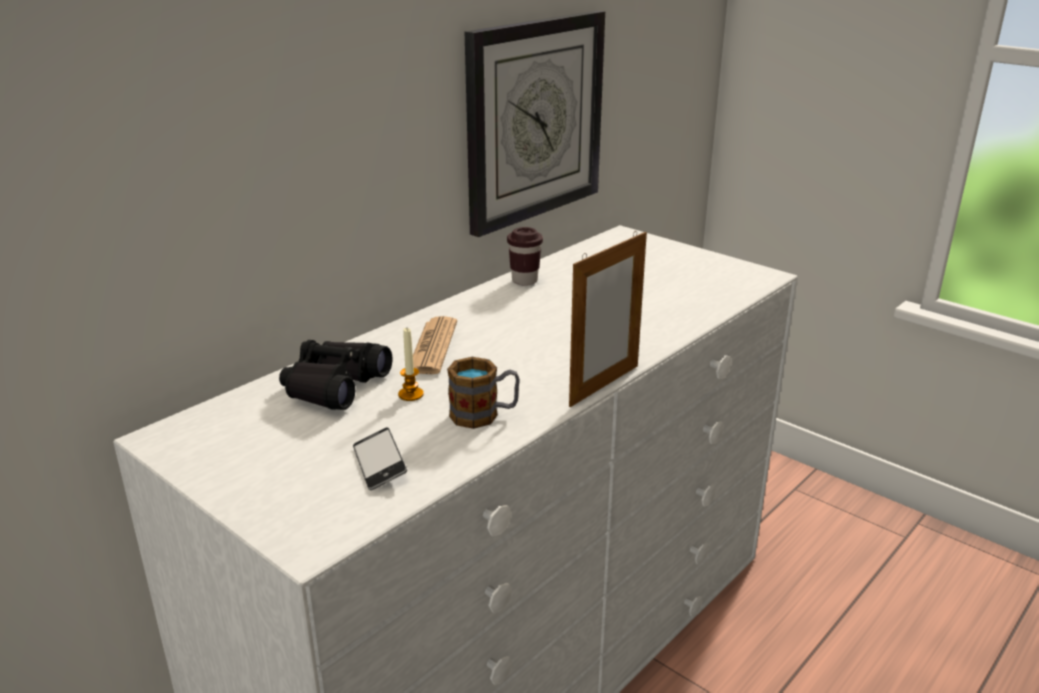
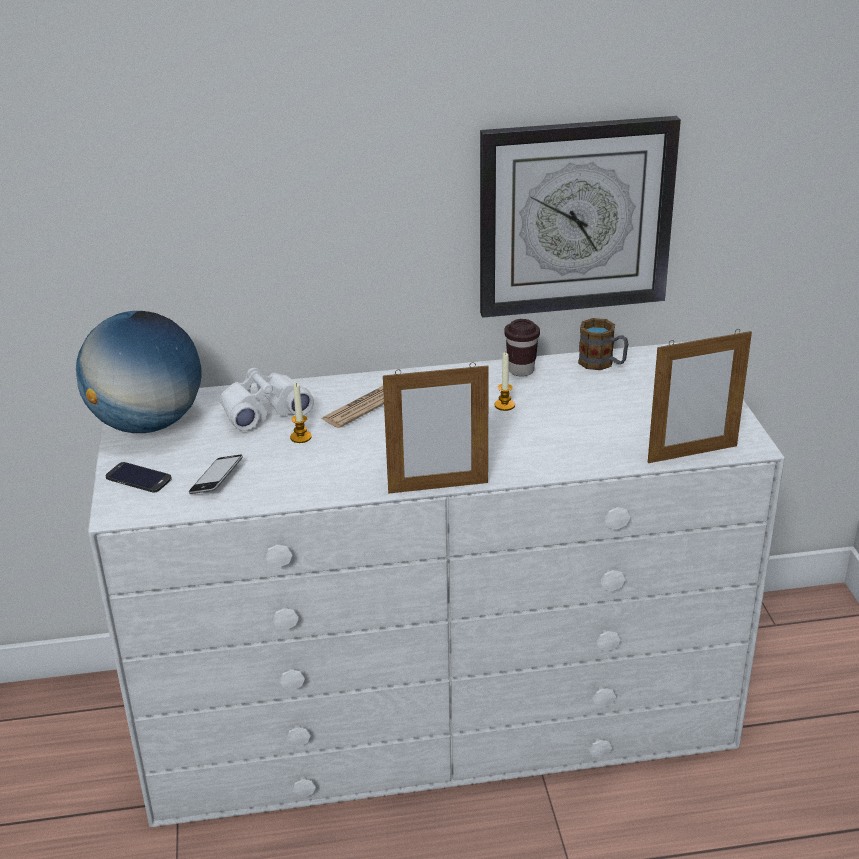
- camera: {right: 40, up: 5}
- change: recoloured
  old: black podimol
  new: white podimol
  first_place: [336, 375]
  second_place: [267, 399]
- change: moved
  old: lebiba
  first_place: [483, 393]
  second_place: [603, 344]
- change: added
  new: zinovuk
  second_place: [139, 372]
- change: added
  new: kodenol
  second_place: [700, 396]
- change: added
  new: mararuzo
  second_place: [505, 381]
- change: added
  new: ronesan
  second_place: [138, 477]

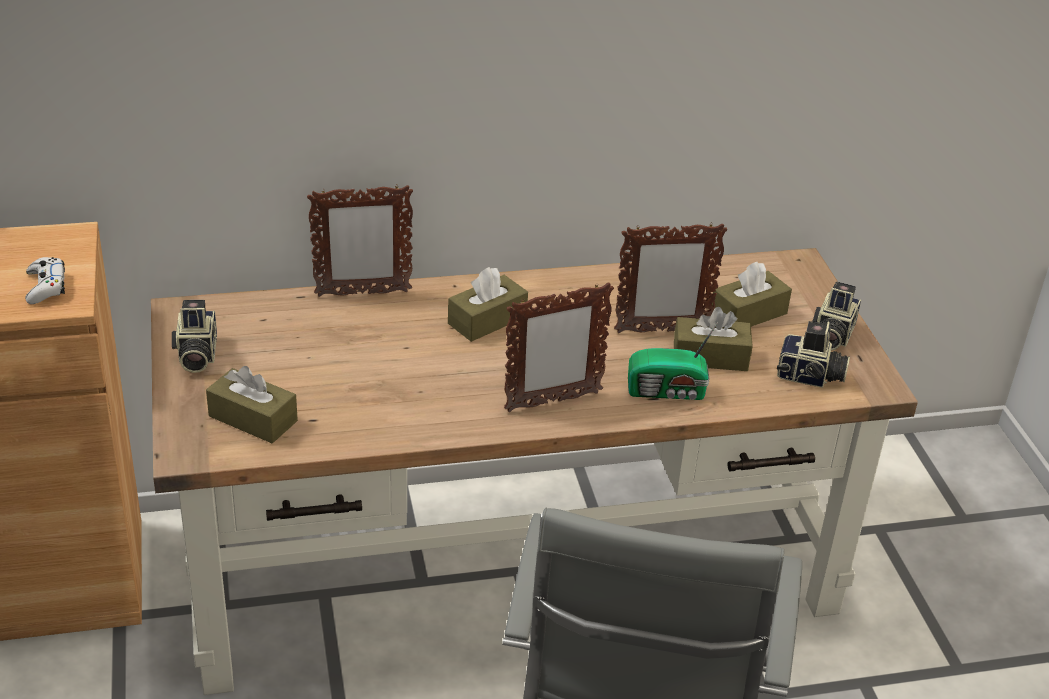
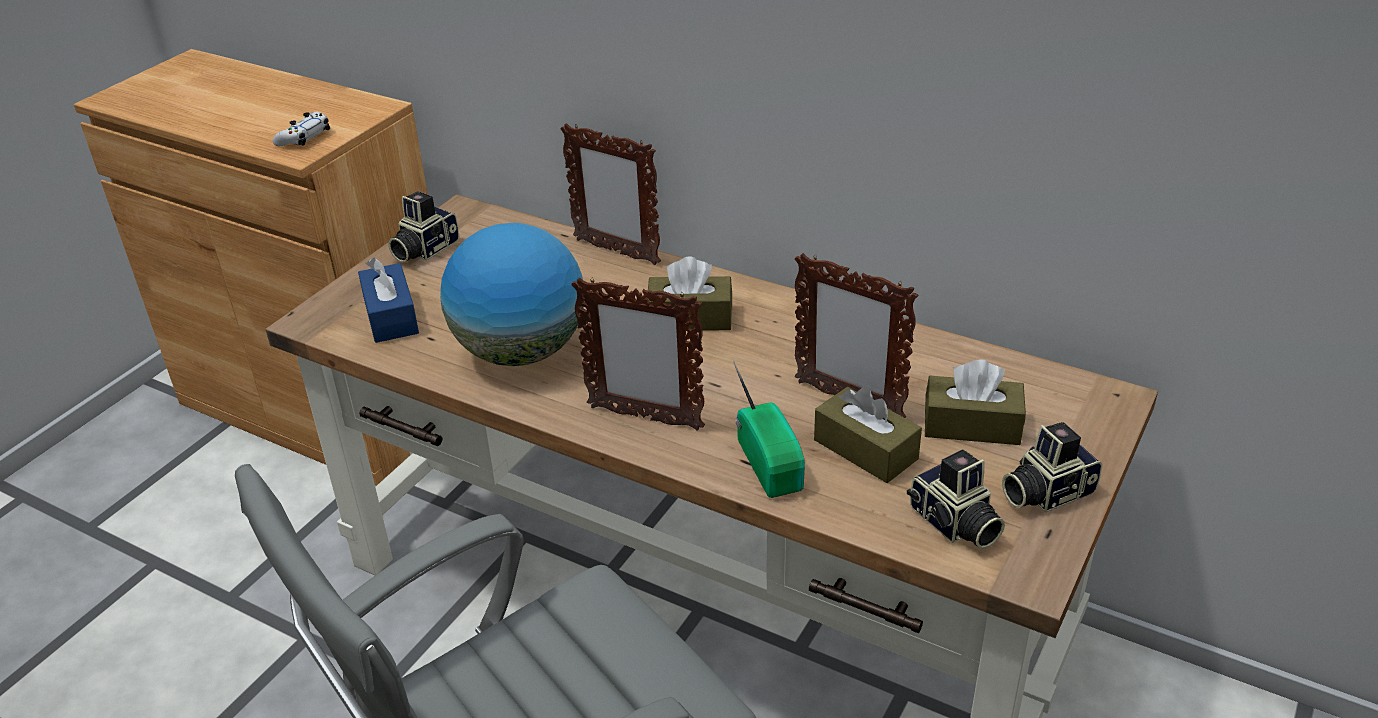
- camera: {right: 45, up: 0}
- change: turned
  old: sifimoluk
  first_place: [673, 361]
  second_place: [769, 429]
  degrees: -150
- change: recoloured
  old: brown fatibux
  new: blue fatibux
  first_place: [252, 404]
  second_place: [388, 300]
- change: added
  new: zinovuk
  second_place: [512, 294]

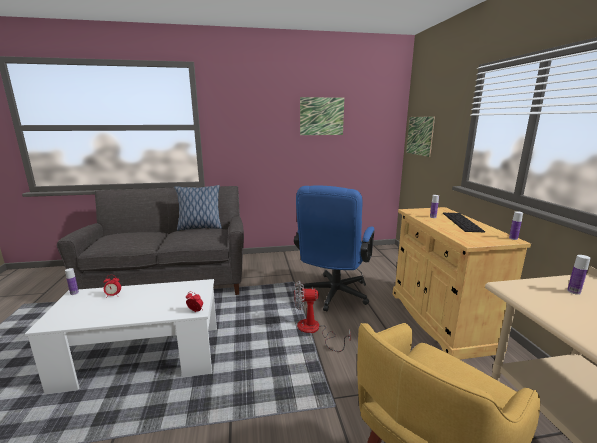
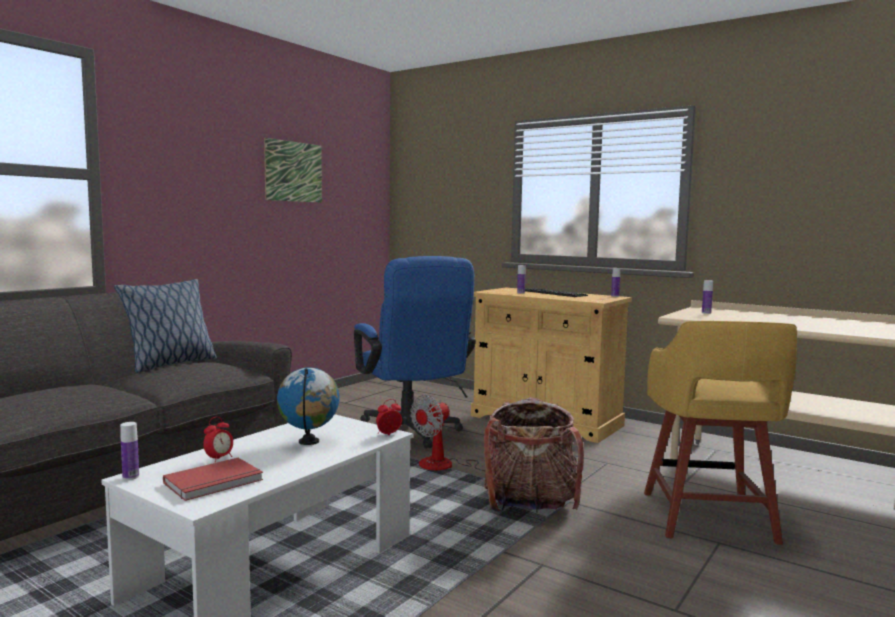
- camera: {right: -45, up: -10}
- change: removed
  old: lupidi
  first_place: [420, 136]
- change: added
  new: zinovuk
  second_place: [308, 406]
- change: added
  new: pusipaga
  second_place: [534, 454]
- change: added
  new: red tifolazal
  second_place: [213, 479]

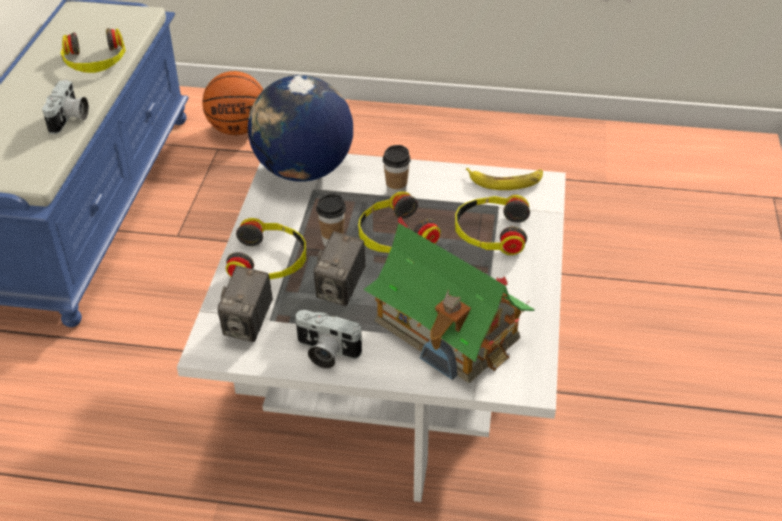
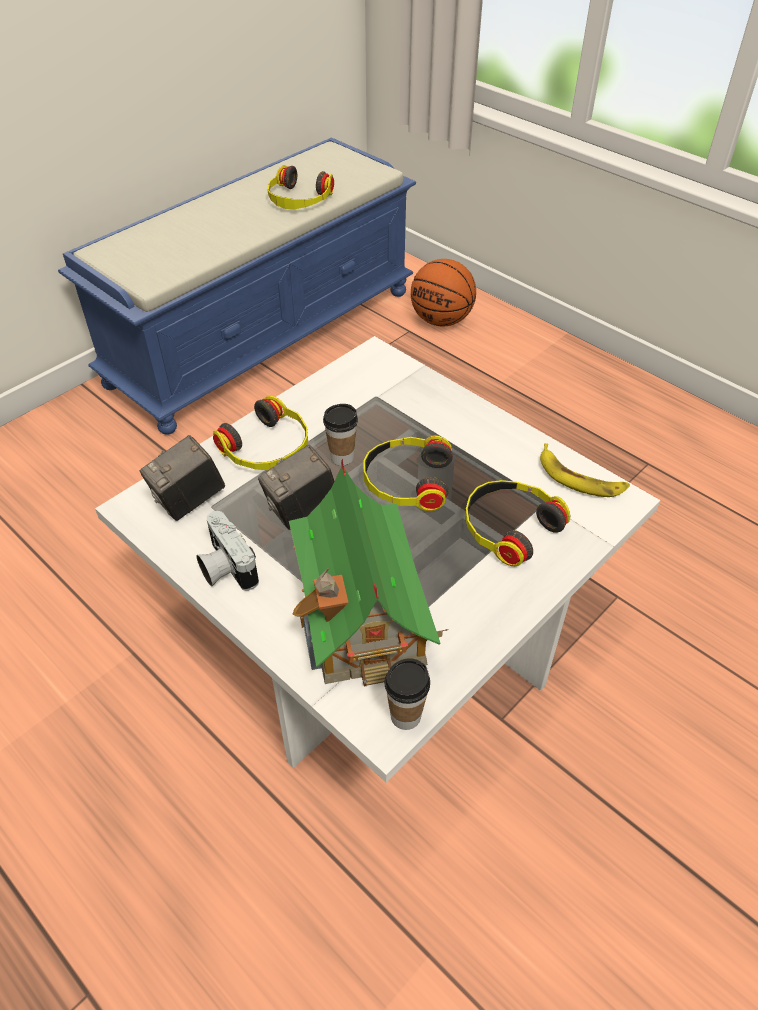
- camera: {right: 35, up: 5}
- change: removed
  old: zinovuk
  first_place: [300, 128]
- change: removed
  old: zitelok
  first_place: [65, 107]
- change: moved
  old: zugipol
  first_place: [397, 171]
  second_place: [407, 694]

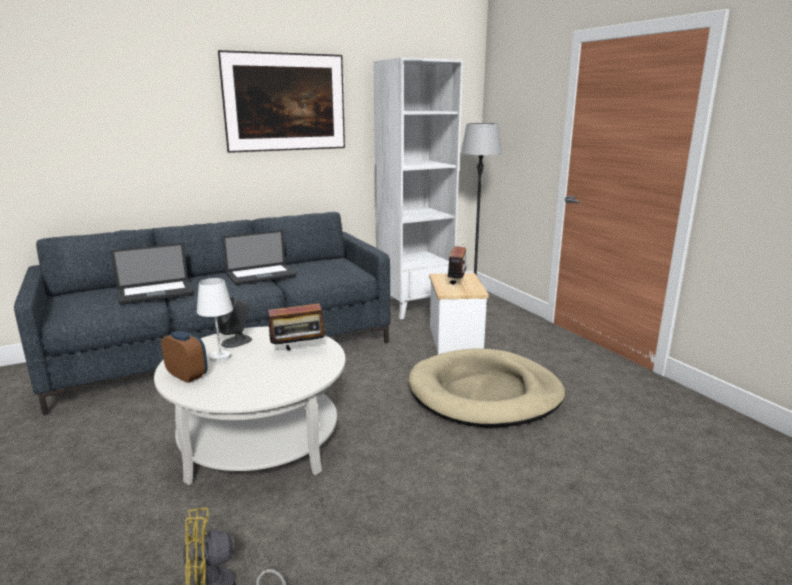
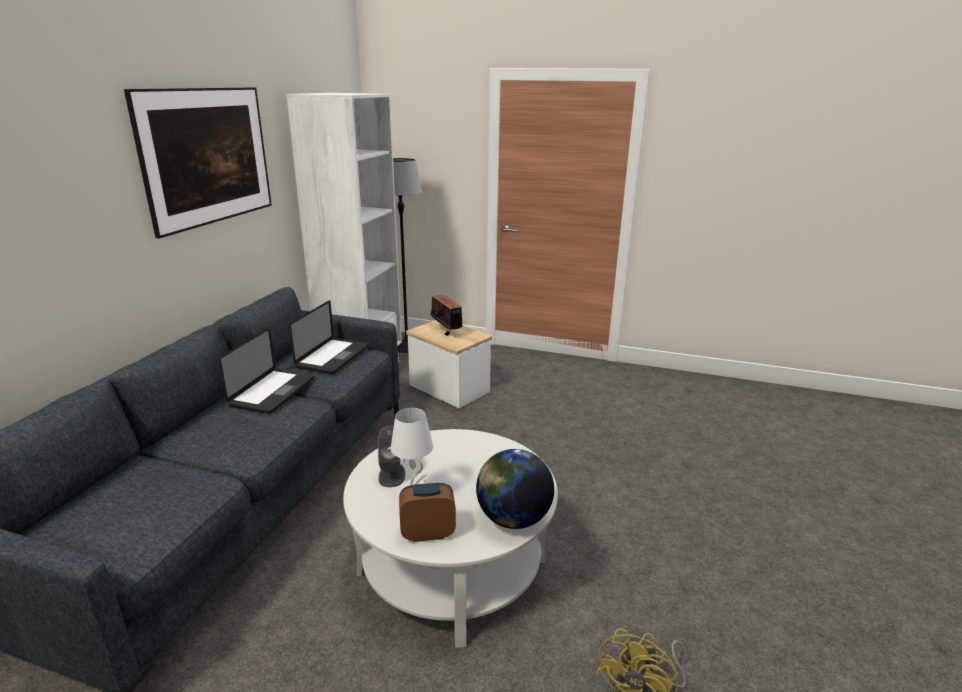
- camera: {right: -45, up: 5}
- change: moved
  old: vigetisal
  first_place: [152, 274]
  second_place: [329, 337]
- change: removed
  old: sifimoluk
  first_place: [295, 326]
- change: removed
  old: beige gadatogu
  first_place: [486, 388]
- change: added
  new: zinovuk
  second_place: [515, 489]

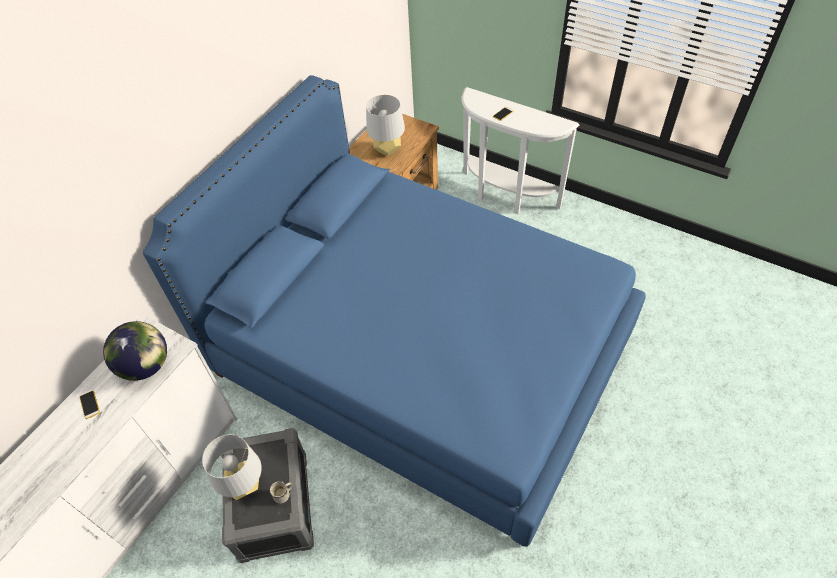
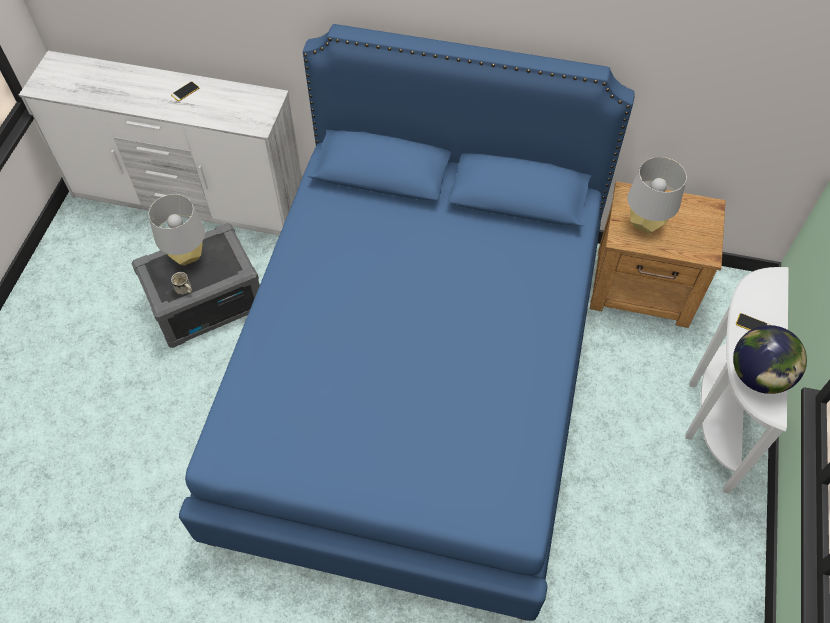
- camera: {right: 70, up: 5}
- change: moved
  old: zinovuk
  first_place: [135, 351]
  second_place: [770, 359]

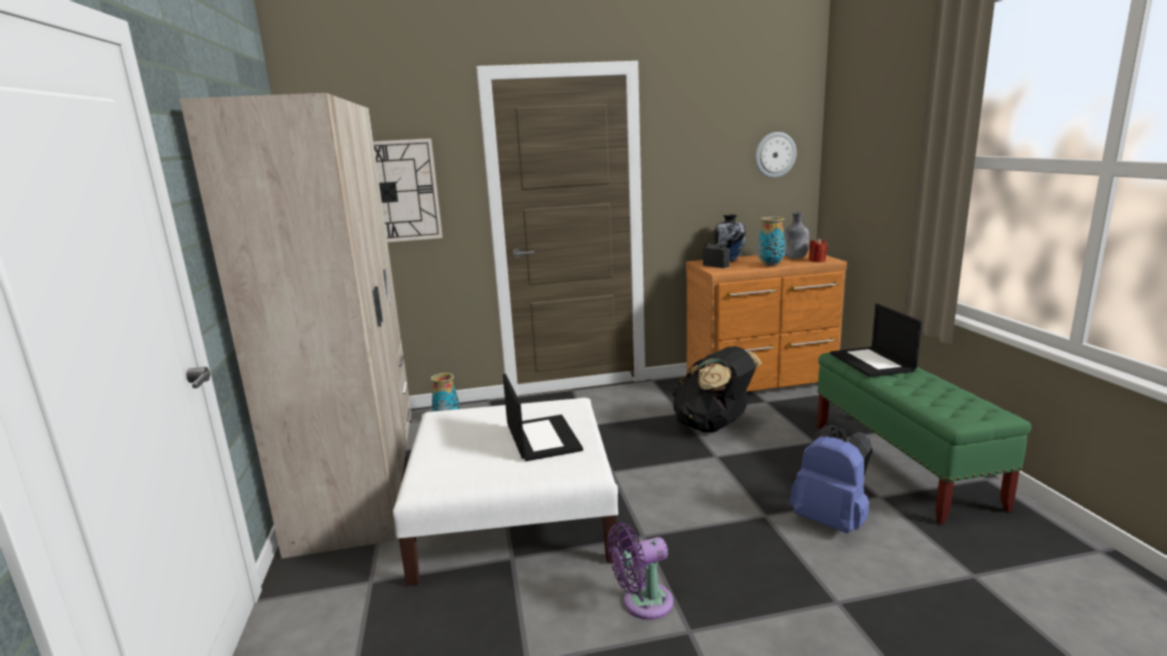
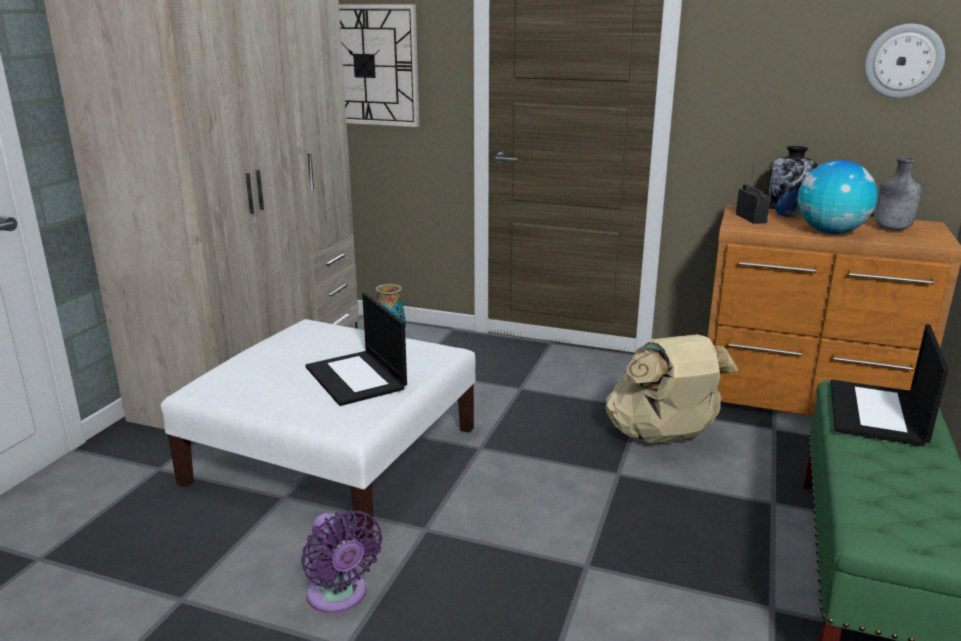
- camera: {right: 30, up: 5}
- change: replaced
  old: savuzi
  new: zinovuk
  first_place: [771, 241]
  second_place: [837, 197]
- change: removed
  old: red mararuzo
  first_place: [818, 250]
- change: recoloured
  old: black pusipaga
  new: beige pusipaga
  first_place: [717, 389]
  second_place: [672, 389]
- change: turned
  old: vigetisal
  first_place: [543, 417]
  second_place: [356, 349]
  degrees: 135
- change: removed
  old: blue pusipaga
  first_place: [831, 479]
- change: turned
  old: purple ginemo
  first_place: [640, 571]
  second_place: [341, 561]
  degrees: -135

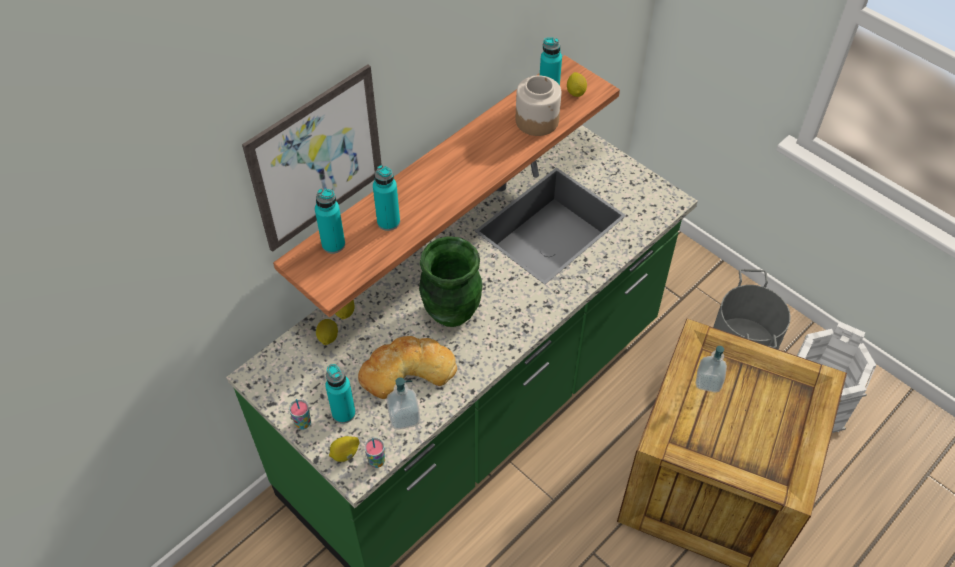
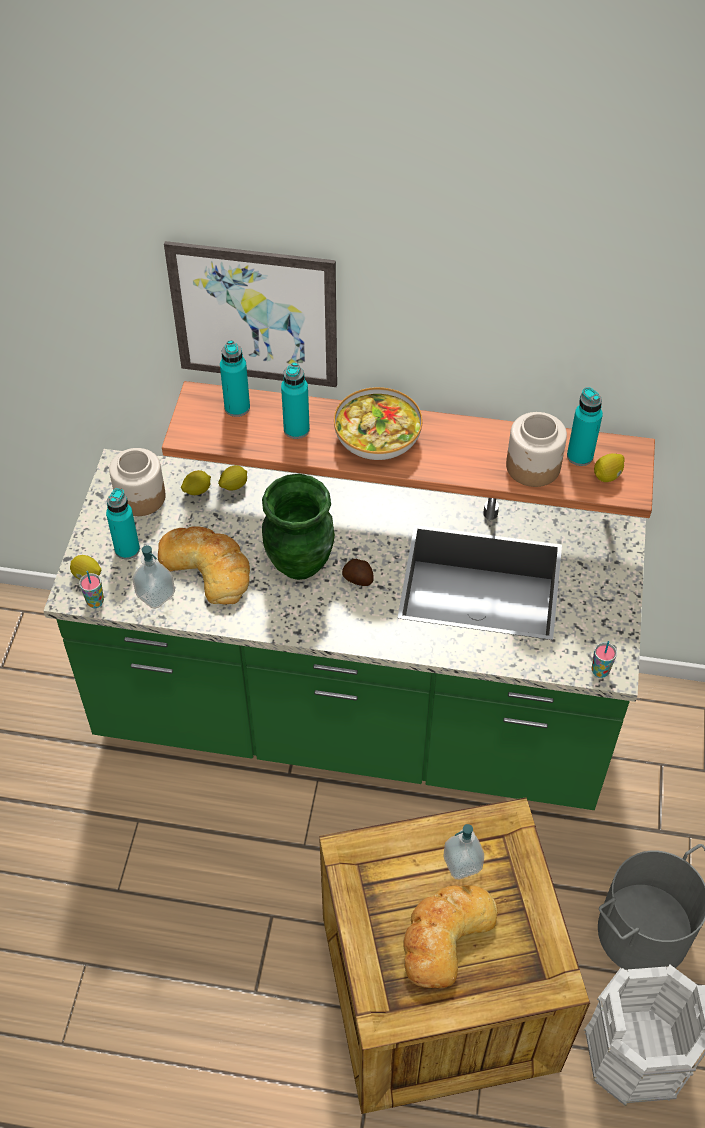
- camera: {right: 55, up: 0}
- change: moved
  old: zugipol
  first_place: [300, 414]
  second_place: [604, 659]
- change: added
  new: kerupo
  second_place: [378, 423]
- change: added
  new: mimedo
  second_place: [137, 482]
- change: added
  new: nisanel
  second_place: [358, 572]
- change: added
  new: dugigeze
  second_place: [451, 936]

